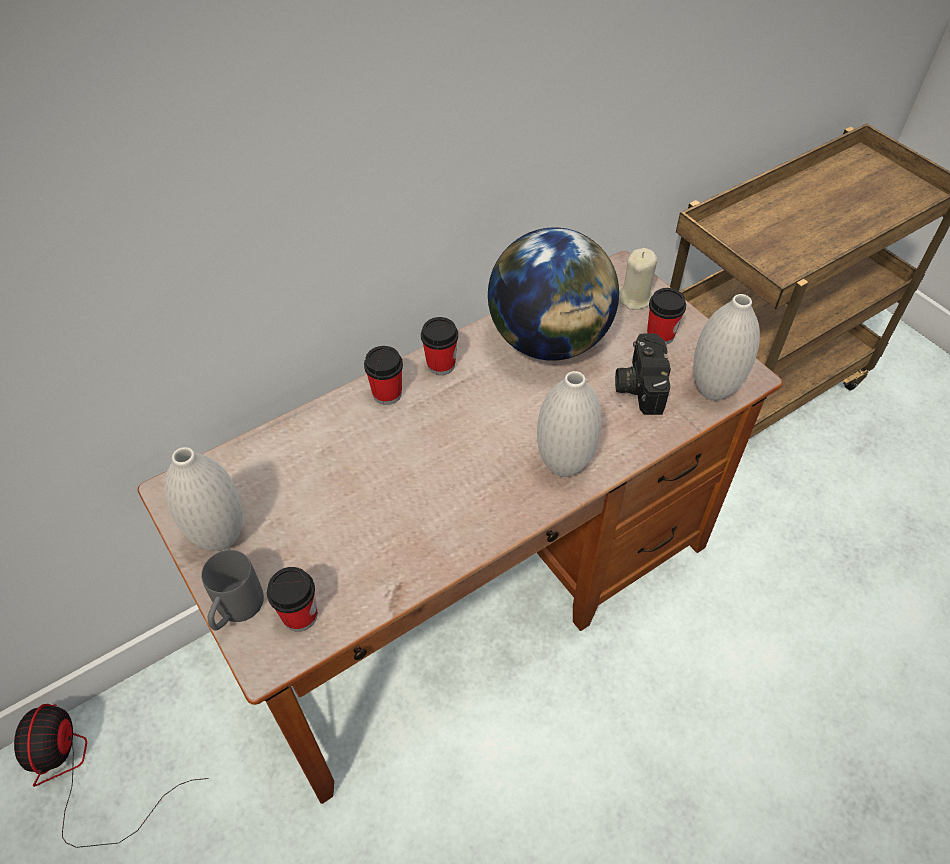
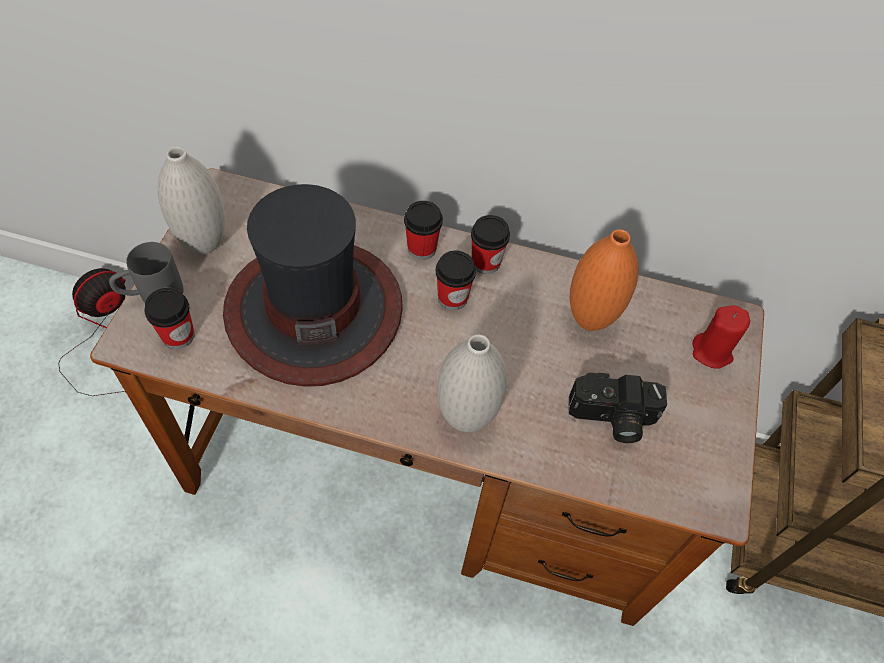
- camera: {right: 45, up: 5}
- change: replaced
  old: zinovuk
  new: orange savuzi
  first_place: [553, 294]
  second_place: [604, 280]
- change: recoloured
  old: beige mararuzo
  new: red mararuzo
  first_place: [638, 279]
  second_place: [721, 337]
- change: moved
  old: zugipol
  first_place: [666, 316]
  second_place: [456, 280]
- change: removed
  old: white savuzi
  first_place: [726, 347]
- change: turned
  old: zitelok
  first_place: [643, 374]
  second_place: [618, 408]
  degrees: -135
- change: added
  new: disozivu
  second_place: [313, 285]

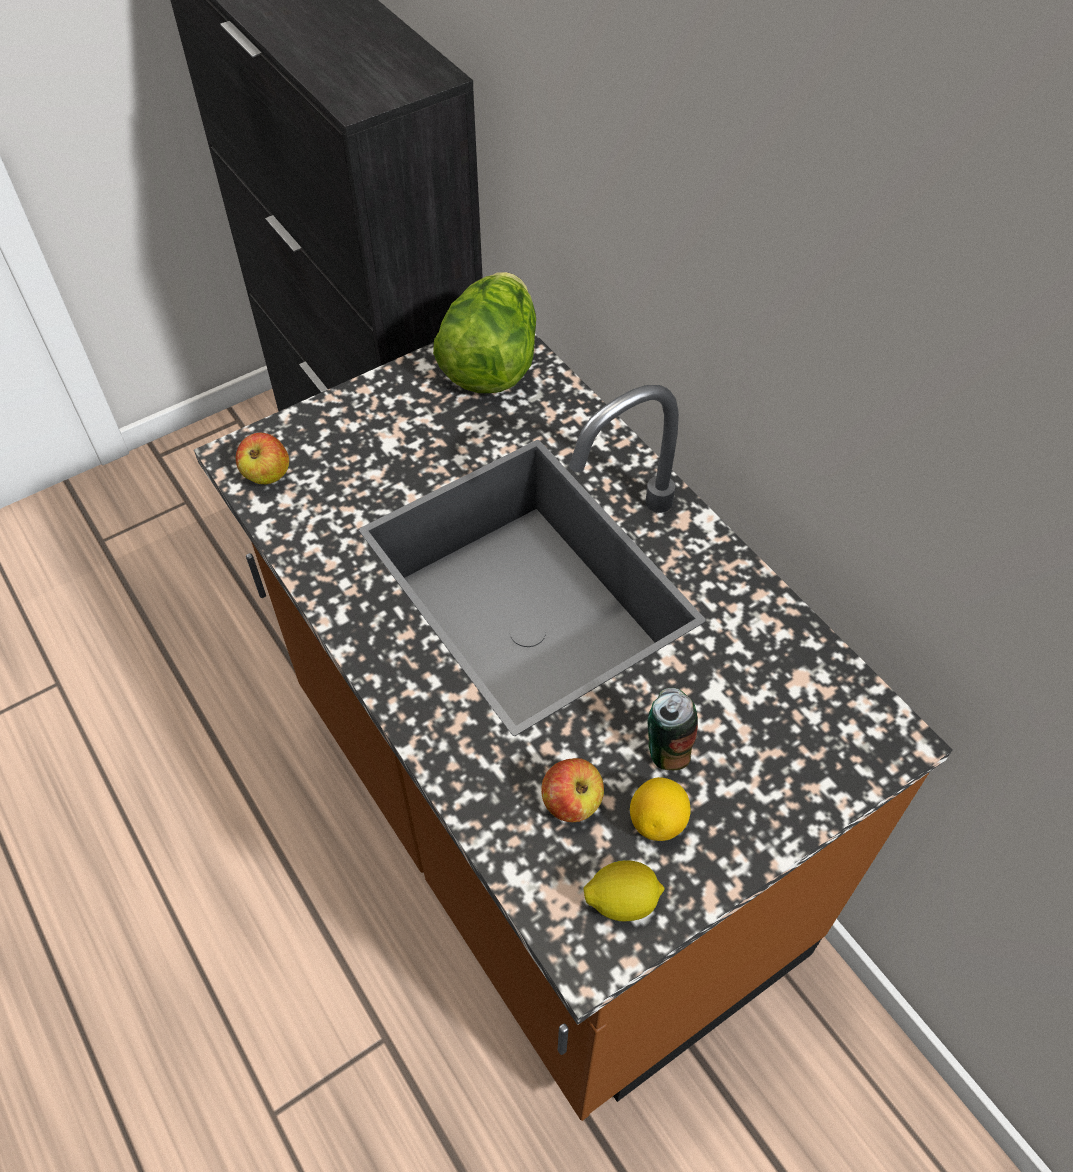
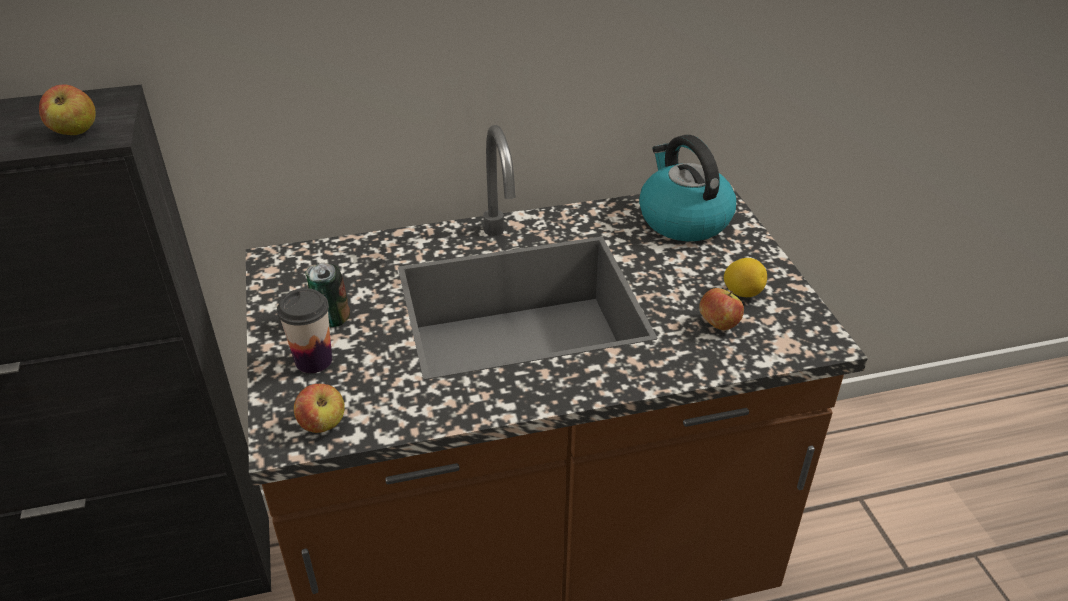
- camera: {right: -70, up: -15}
- change: removed
  old: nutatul
  first_place: [484, 332]
- change: moved
  old: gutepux
  first_place: [672, 729]
  second_place: [327, 295]
- change: removed
  old: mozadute
  first_place: [624, 890]
- change: added
  new: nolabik
  second_place: [67, 109]
- change: added
  new: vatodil
  second_place: [687, 188]
- change: added
  new: zugipol
  second_place: [304, 330]

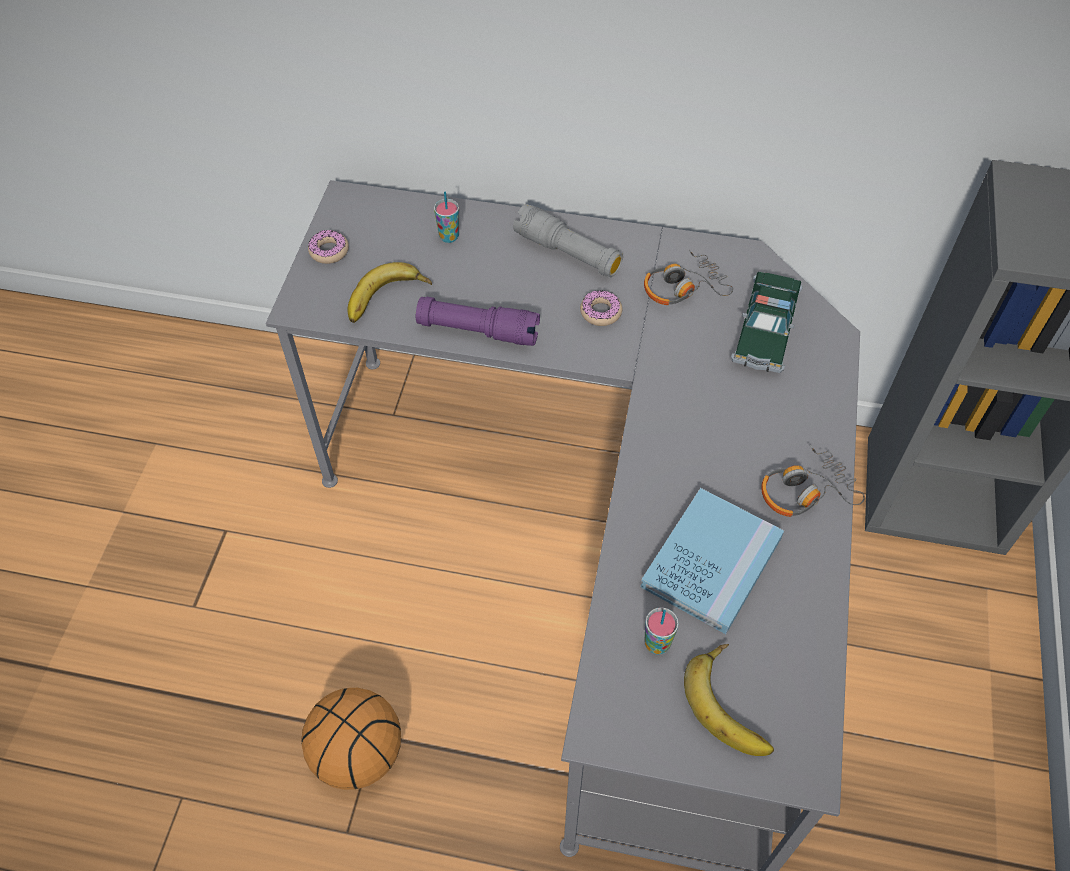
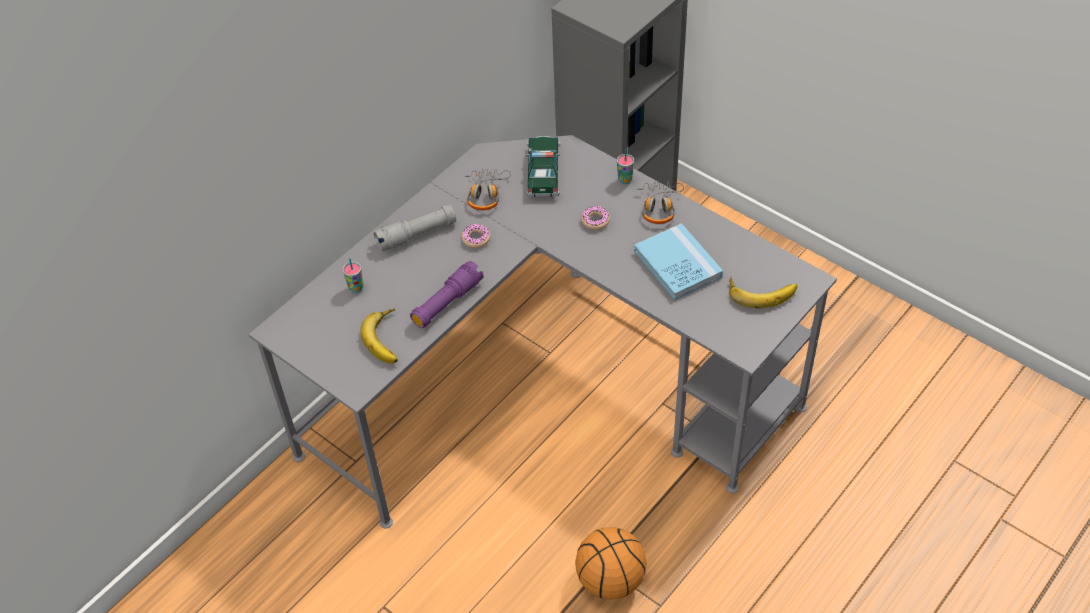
- camera: {right: -60, up: -5}
- change: moved
  old: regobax
  first_place: [328, 247]
  second_place: [595, 218]
- change: turned
  old: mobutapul
  first_place: [767, 322]
  second_place: [543, 167]
  degrees: -135
- change: moved
  old: zugipol
  first_place: [661, 631]
  second_place: [625, 166]

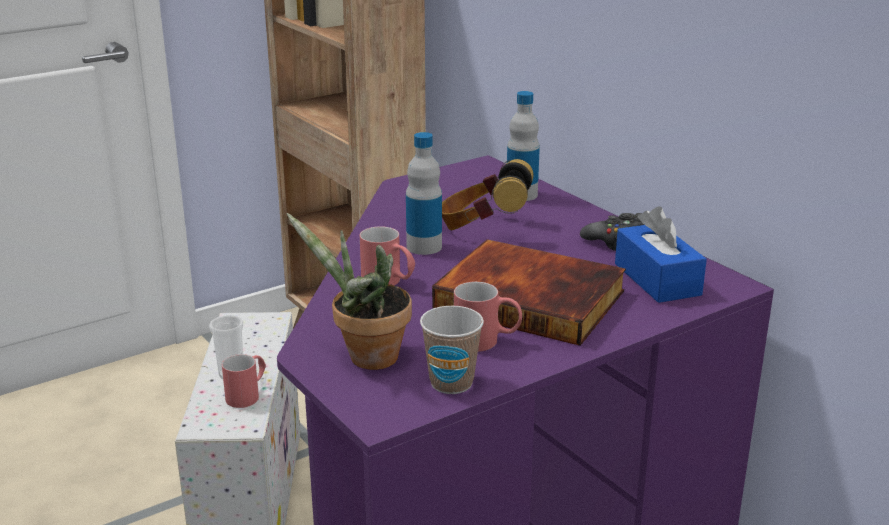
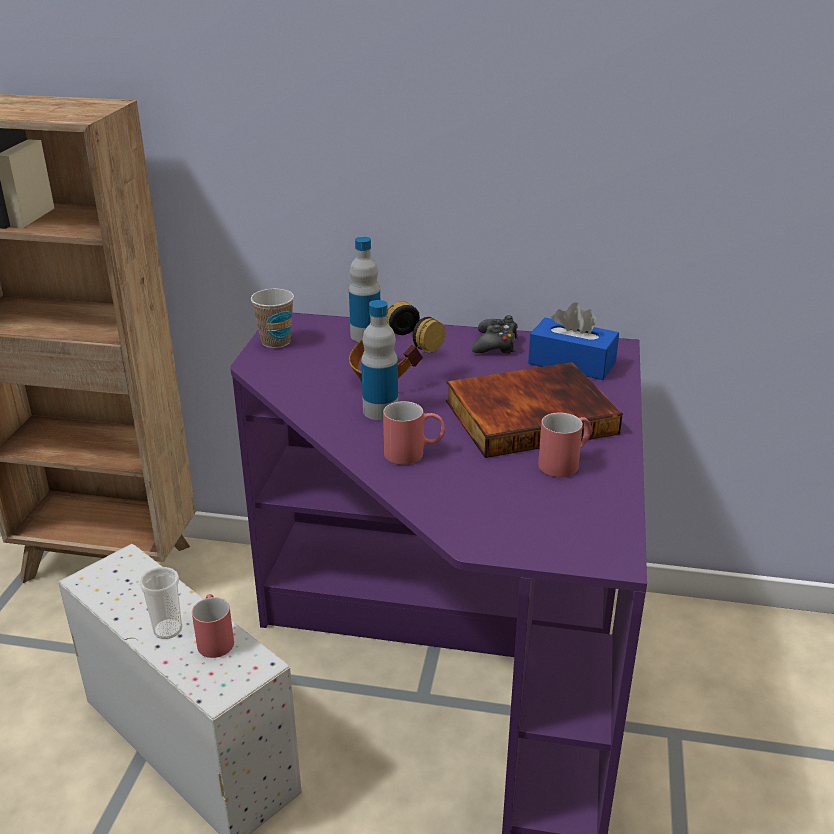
- camera: {right: -45, up: 5}
- change: removed
  old: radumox
  first_place: [349, 291]
- change: moved
  old: zugipol
  first_place: [452, 350]
  second_place: [272, 318]

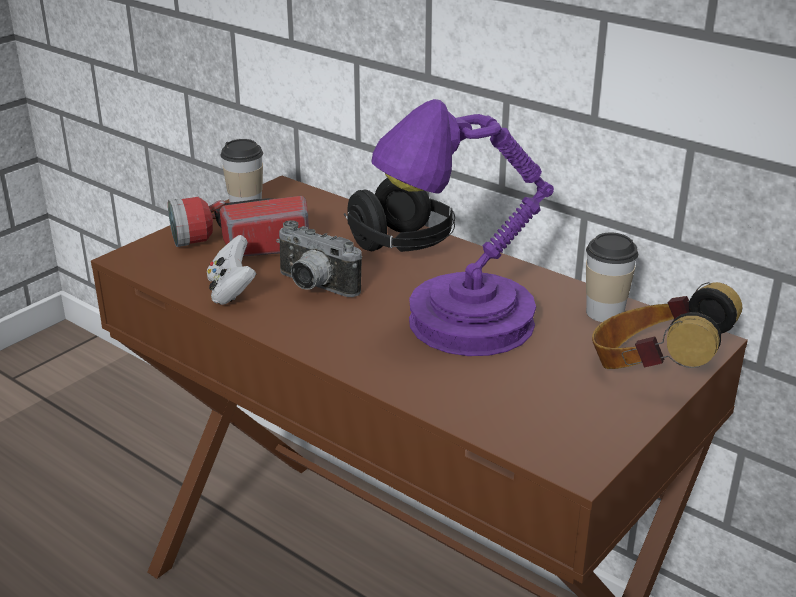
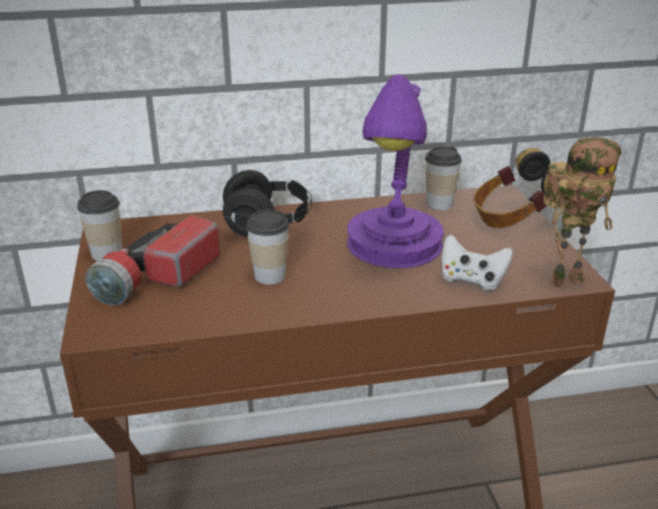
- camera: {right: -50, up: 0}
- change: replaced
  old: zitelok
  new: zugipol
  first_place: [319, 258]
  second_place: [267, 247]
- change: moved
  old: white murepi
  first_place: [231, 270]
  second_place: [477, 262]
- change: added
  new: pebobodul
  second_place: [582, 212]

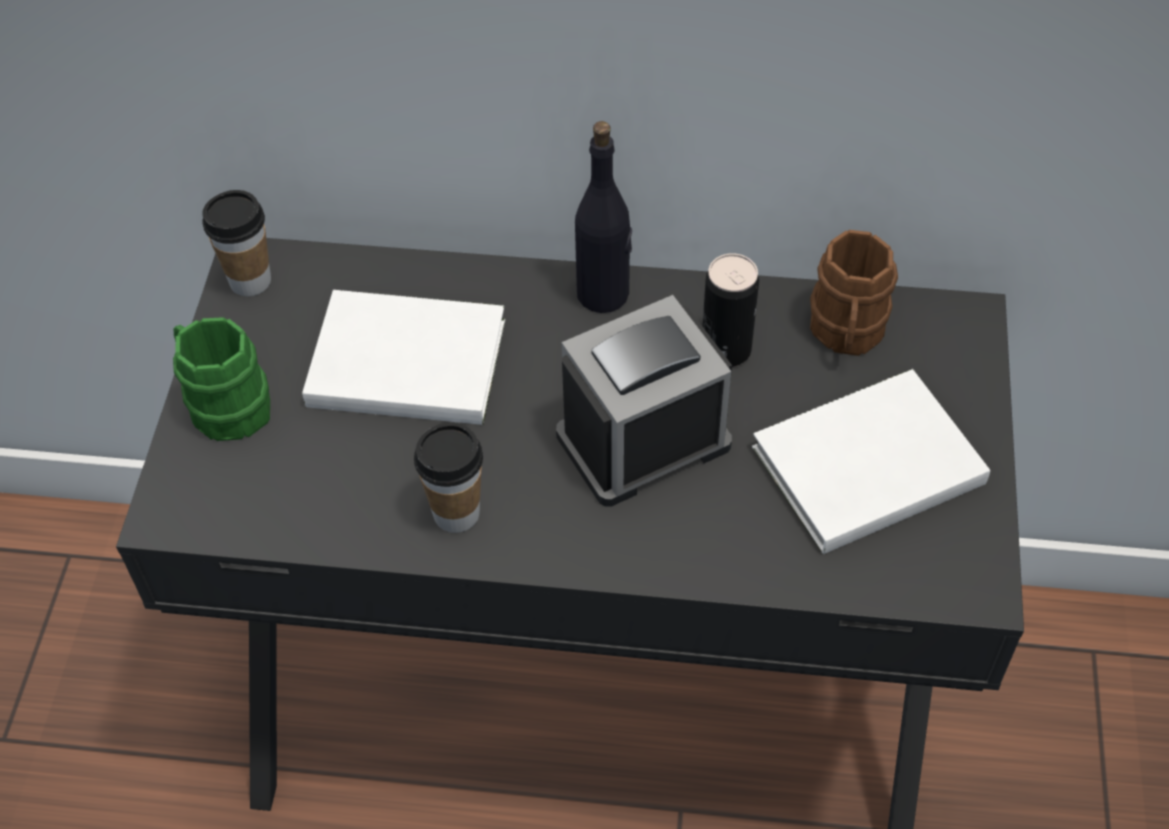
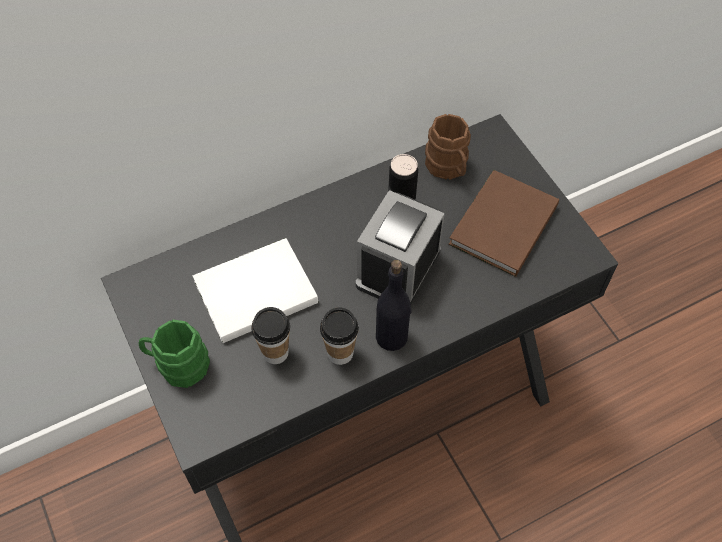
- camera: {right: -35, up: 5}
- change: moved
  old: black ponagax
  first_place: [603, 217]
  second_place: [393, 305]
- change: moved
  old: zugipol
  first_place: [236, 243]
  second_place: [270, 335]
- change: recoloured
  old: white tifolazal
  new: brown tifolazal
  first_place: [871, 461]
  second_place: [504, 223]

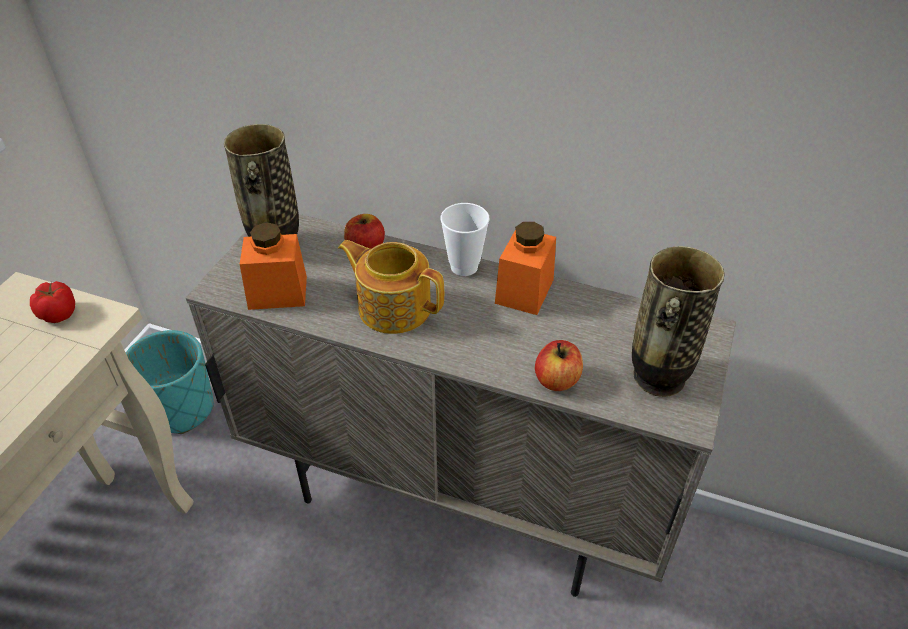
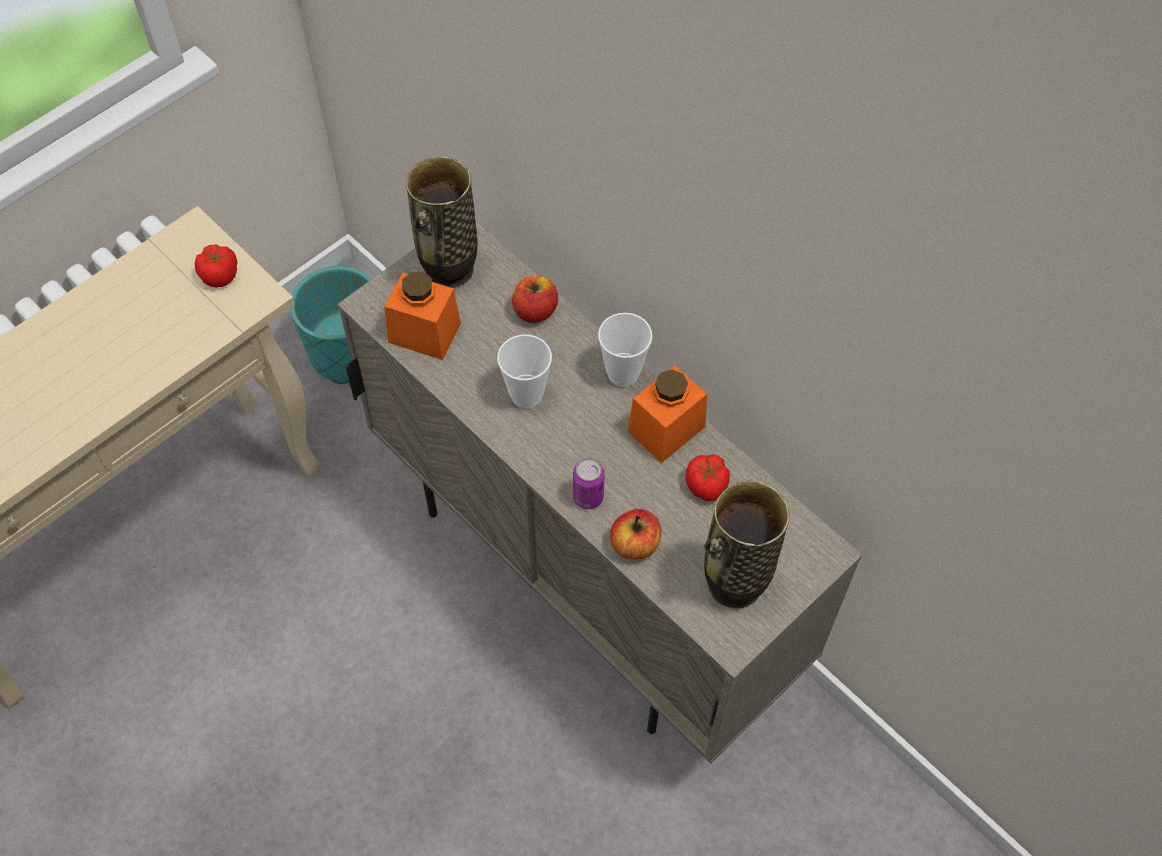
- camera: {right: 25, up: 15}
- change: replaced
  old: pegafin
  new: zugipol
  first_place: [391, 287]
  second_place: [524, 371]
- change: added
  new: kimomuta
  second_place: [708, 477]
- change: added
  new: gutepux
  second_place: [589, 483]

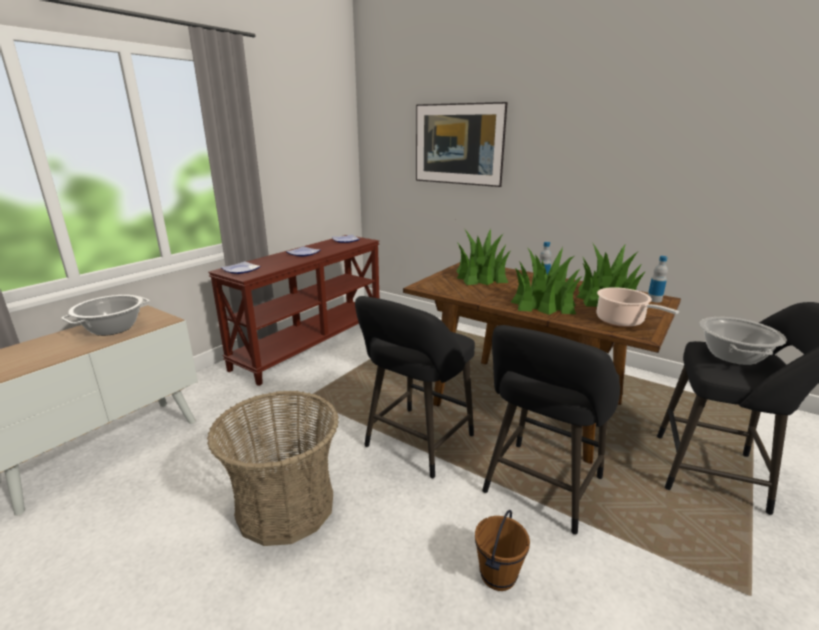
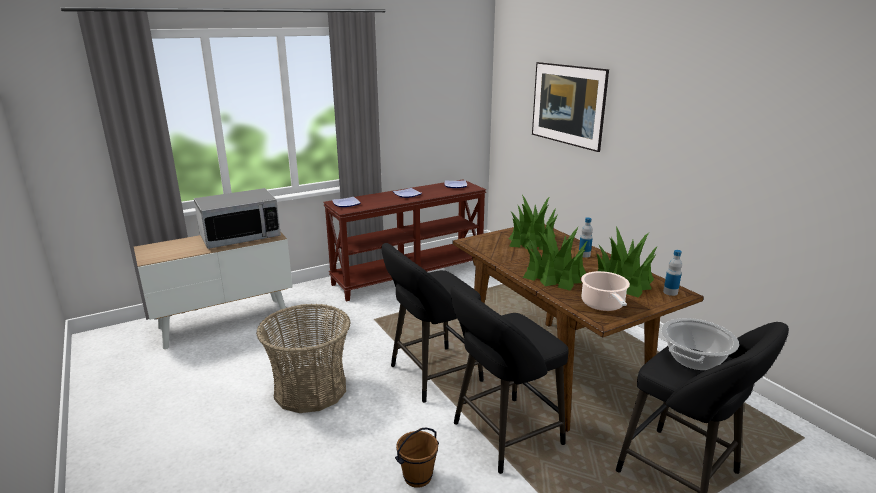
- camera: {right: 25, up: 0}
- change: replaced
  old: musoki
  new: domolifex
  first_place: [105, 315]
  second_place: [237, 218]

